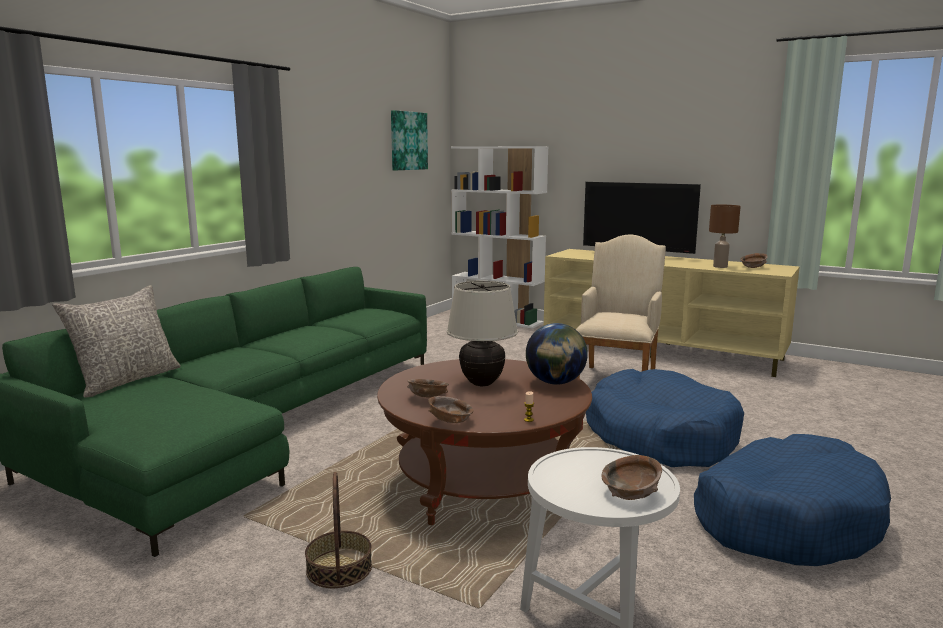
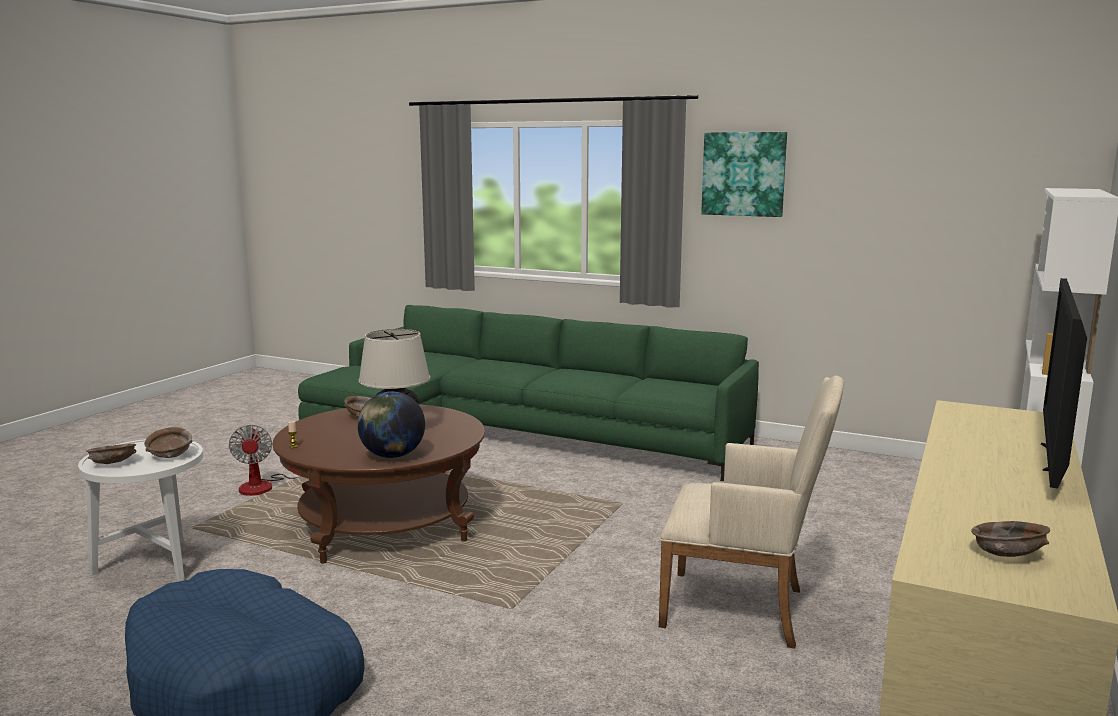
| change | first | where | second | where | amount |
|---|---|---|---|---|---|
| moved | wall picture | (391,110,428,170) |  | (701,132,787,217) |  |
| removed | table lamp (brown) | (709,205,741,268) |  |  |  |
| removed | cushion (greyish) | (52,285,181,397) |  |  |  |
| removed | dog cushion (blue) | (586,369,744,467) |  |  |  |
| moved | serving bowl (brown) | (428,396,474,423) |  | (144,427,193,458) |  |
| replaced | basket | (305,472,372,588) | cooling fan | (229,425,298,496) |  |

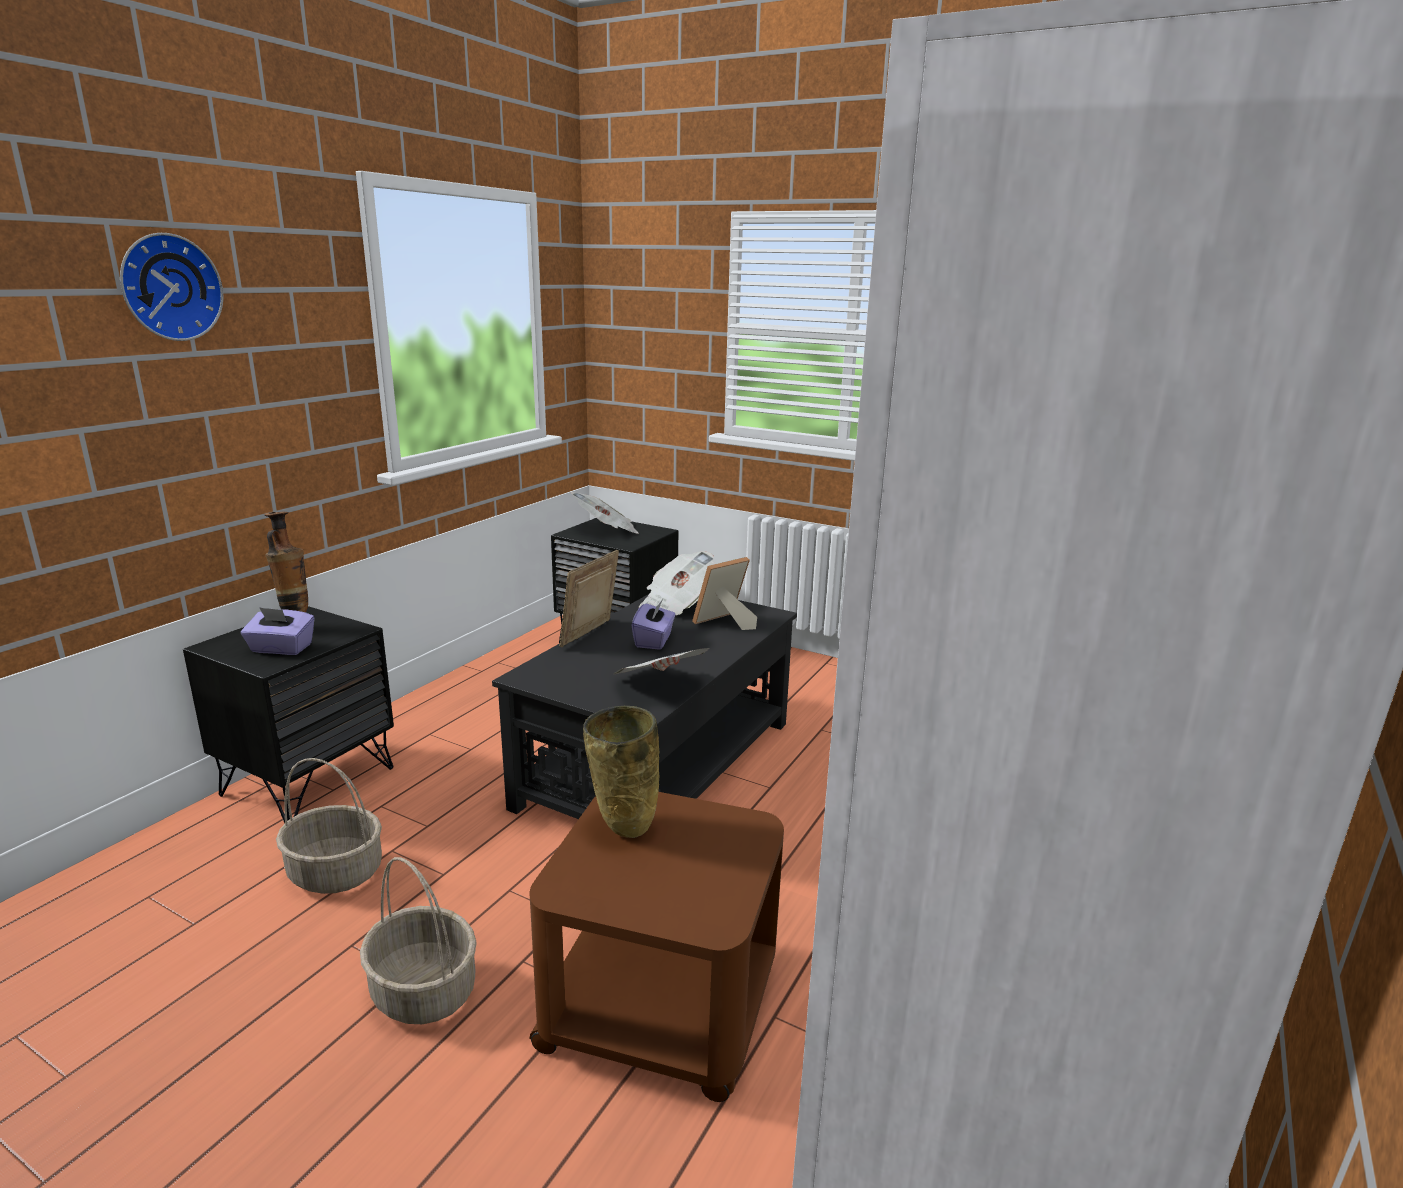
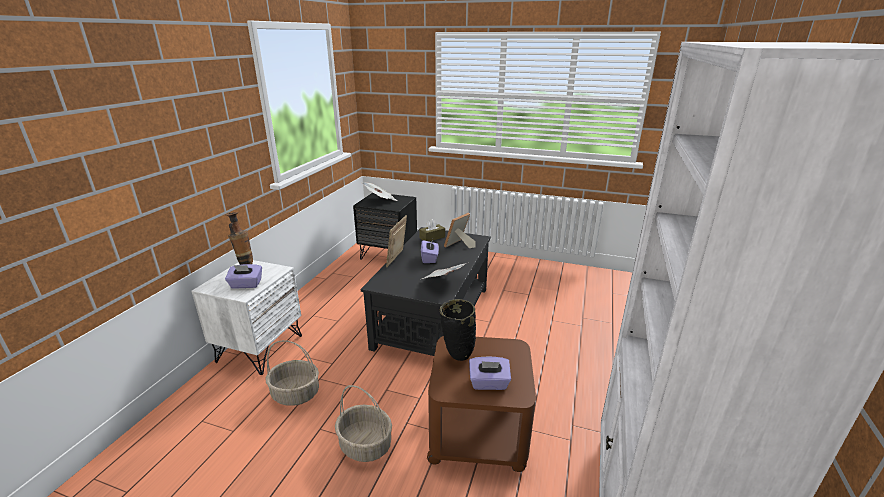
| change | first | where | second | where | amount |
|---|---|---|---|---|---|
| removed | wall clock | (120,233,223,341) |  |  |  |
| replaced | printed paper | (639,551,716,615) | box of tissues (brown) | (419,219,445,241) |  |
| recoloured | nightstand (black) | (183,606,394,823) | nightstand (white-coloured) | (191,260,302,375) |  |
| recoloured | vase (sand-coloured) | (583,706,659,838) | vase (black) | (440,299,476,361) |  |
| added |  |  | box of tissues (purple-coloured) | (469,357,511,390) |  |

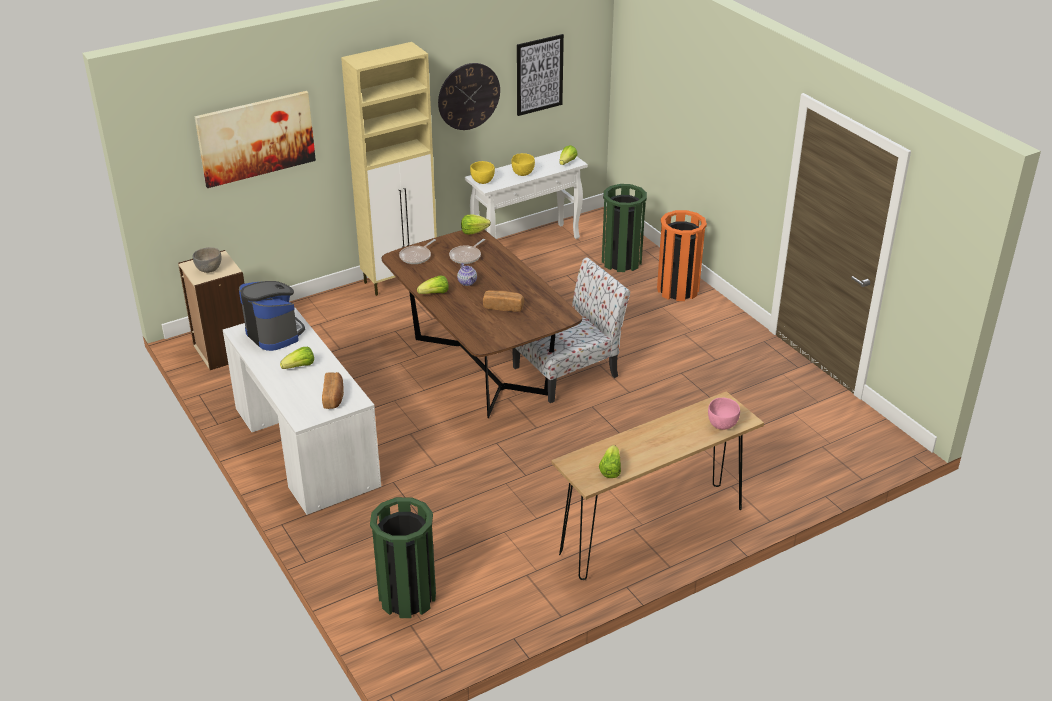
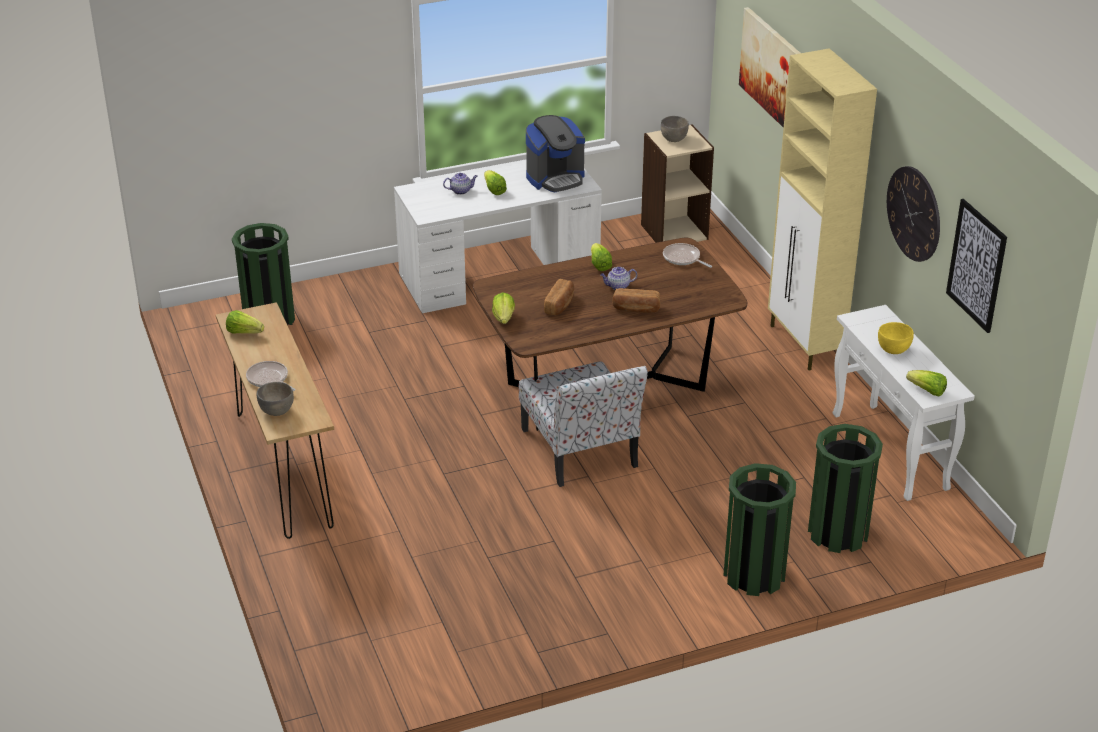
| change | first | where | second | where | amount |
|---|---|---|---|---|---|
| removed | serving bowl (yellow-coloured) | (470,161,495,184) |  |  |  |
| recoloured | waste bin (orange-coloured) | (657,210,707,301) | waste bin (greenish) | (723,463,796,596) |  |
| moved | lettuce | (461,214,491,234) |  | (492,292,515,324) |  |
| moved | pan | (449,239,485,264) |  | (246,361,295,391) |  |
| moved | bakery bread | (322,372,344,409) |  | (612,288,660,313) |  |
| recoloured | serving bowl (pink-coloured) | (708,398,740,430) | serving bowl (greyish) | (257,382,294,416) |  |
| added |  |  | tea pot | (443,173,477,195) |  |

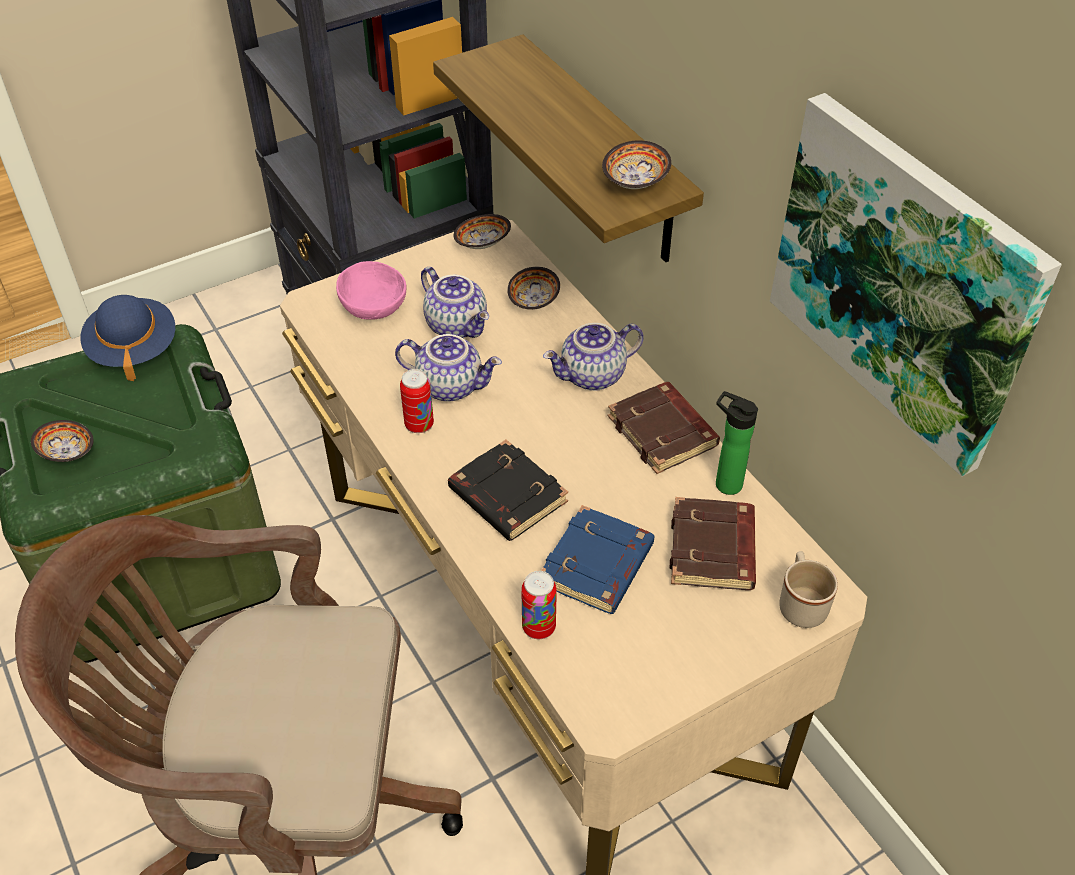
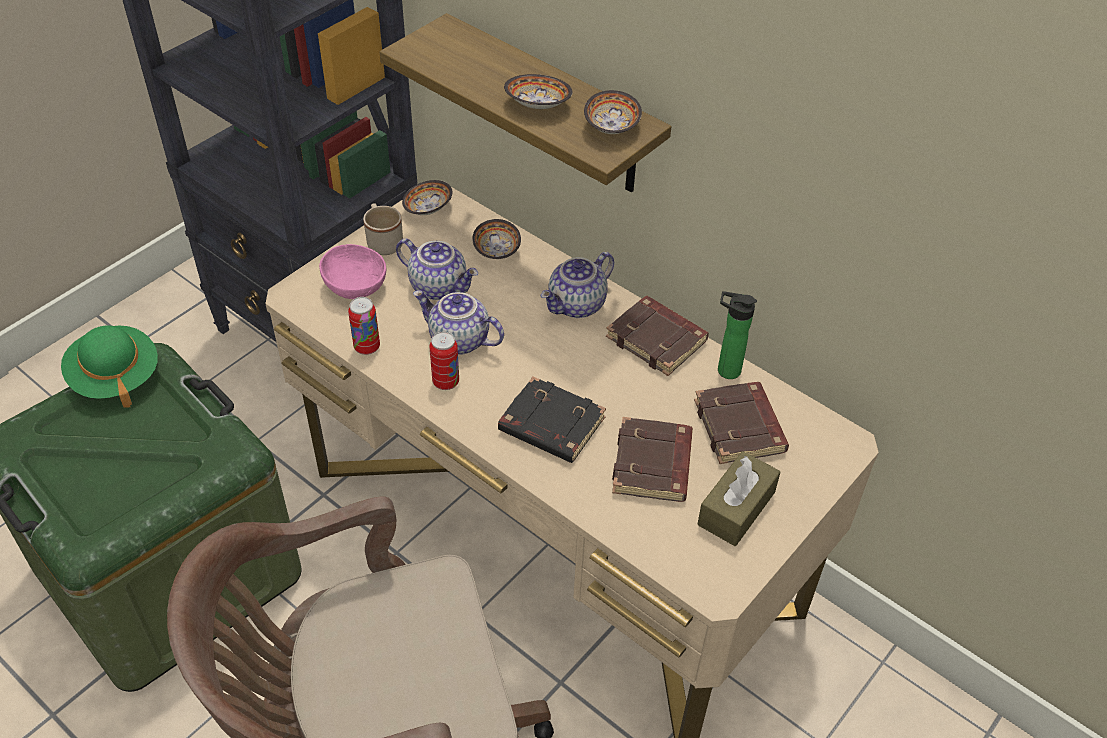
| change | first | where | second | where | amount |
|---|---|---|---|---|---|
| removed | wall picture | (770,93,1062,477) |  |  |  |
| recoloured | clothing hat (blue) | (80,295,175,381) | clothing hat (greenish) | (61,325,158,408) |  |
| turned | tea pot | (395,334,502,402) |  | (413,290,504,355) | 150 degrees counterclockwise |
| moved | serving bowl | (31,420,93,462) |  | (504,74,573,109) |  |
| recoloured | volume (blue) | (541,505,655,614) | volume (brown) | (612,417,693,502) |  |
| moved | coffee mug (sand-coloured) | (779,551,838,628) |  | (363,203,403,255) |  |
| moved | metal can | (521,571,557,639) |  | (348,297,380,355) |  |
| added |  |  | box of tissues (brown) | (698,451,780,546) |  |

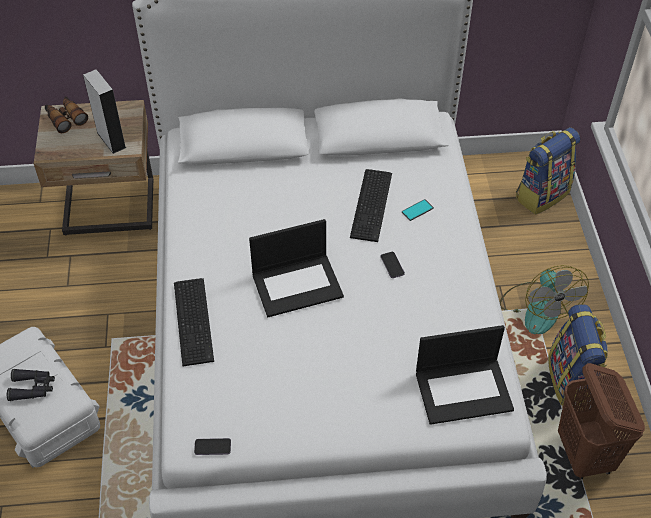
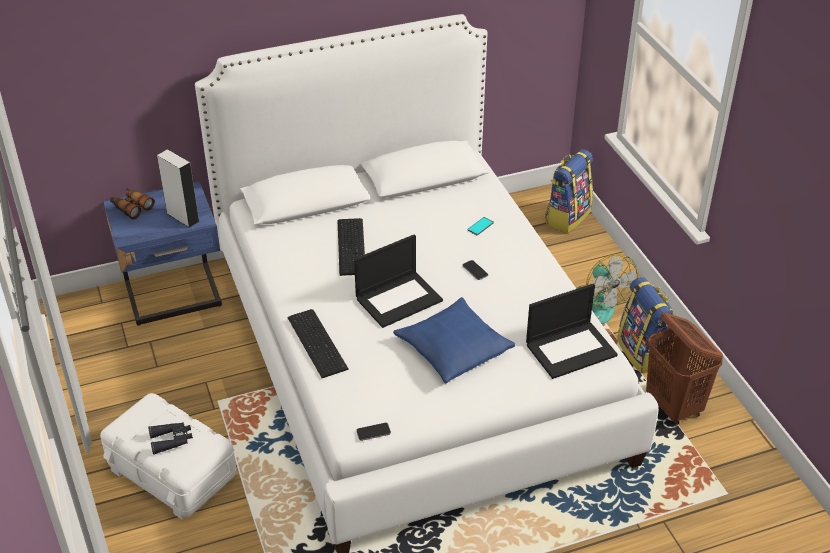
| change | first | where | second | where | amount |
|---|---|---|---|---|---|
| recoloured | nightstand (sand-coloured) | (34,100,153,235) | nightstand (blue) | (103,182,222,326) |  |
| moved | PC keyboard | (350,169,392,242) |  | (337,218,365,276) |  |
| added |  |  | cushion (blue) | (393,297,515,383) |  |

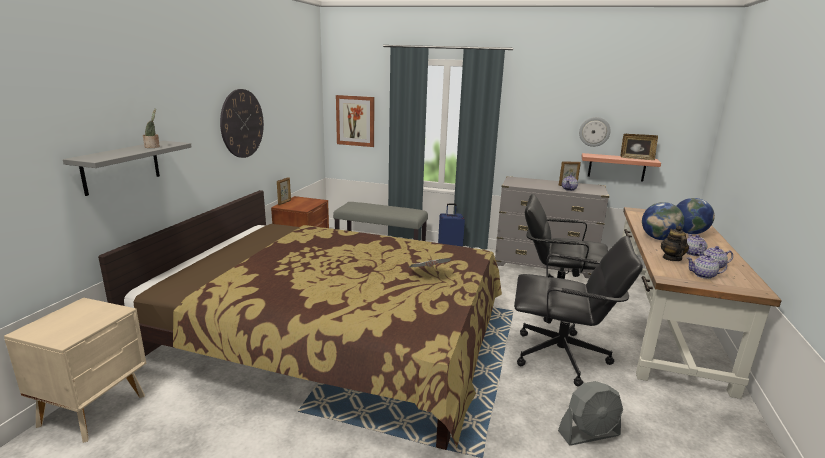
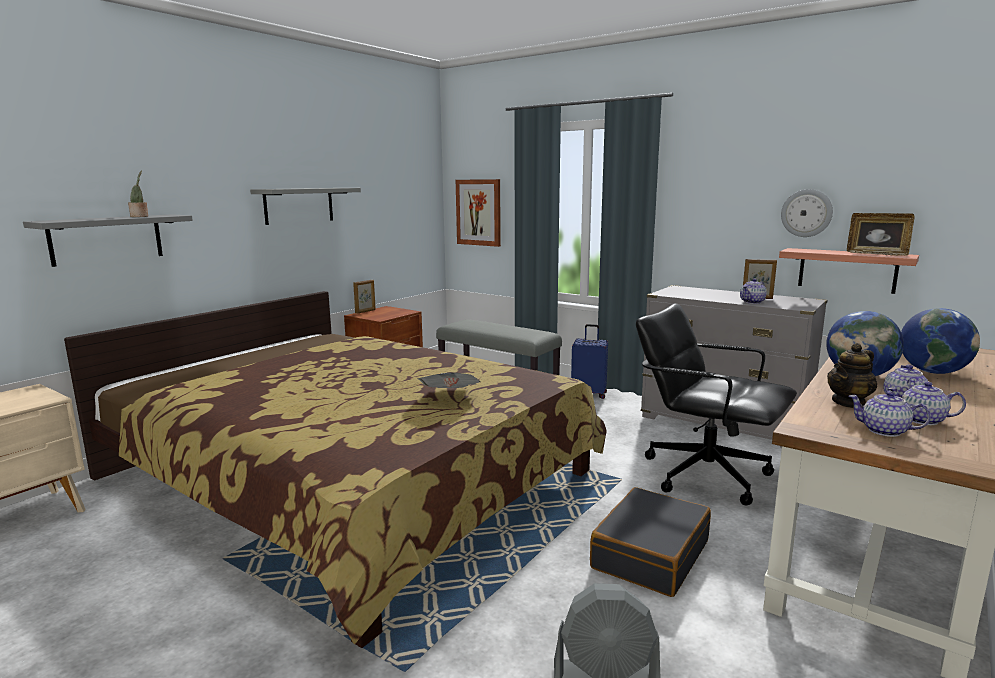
| change | first | where | second | where | amount |
|---|---|---|---|---|---|
| replaced | wall clock | (220,89,264,158) | wall shelf (greyish) | (250,188,361,225) |  |
| turned | tea pot | (661,226,689,261) |  | (827,343,877,408) | 150 degrees counterclockwise |
| replaced | office chair (black) | (514,236,643,387) | travel case (black) | (590,487,711,597) |  |

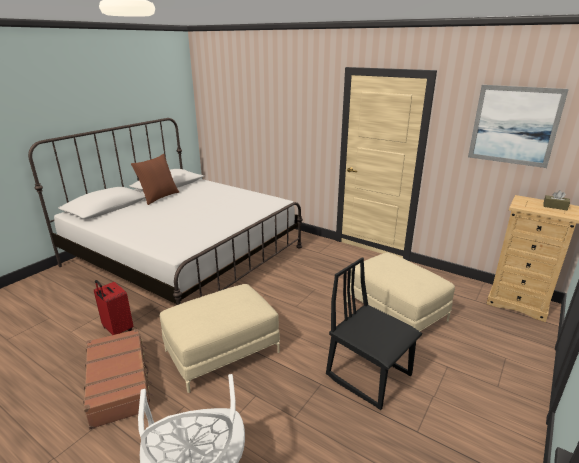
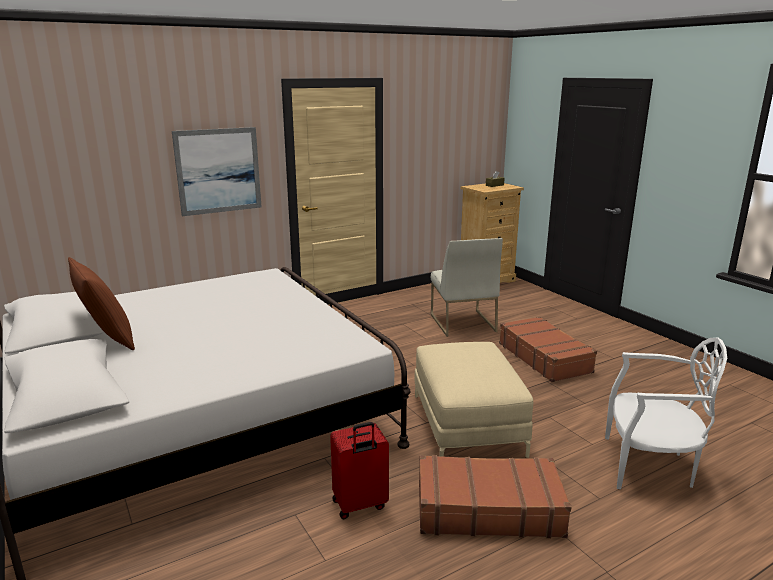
| change | first | where | second | where | amount |
|---|---|---|---|---|---|
| moved | wall picture | (468,85,569,168) |  | (172,127,261,216) |  |
| replaced | ottoman (sand-coloured) | (347,252,455,331) | plain chair (white-coloured) | (431,238,503,337) |  |
| replaced | plain chair (black) | (326,257,422,410) | travel case (brown) | (499,316,597,382) |  |

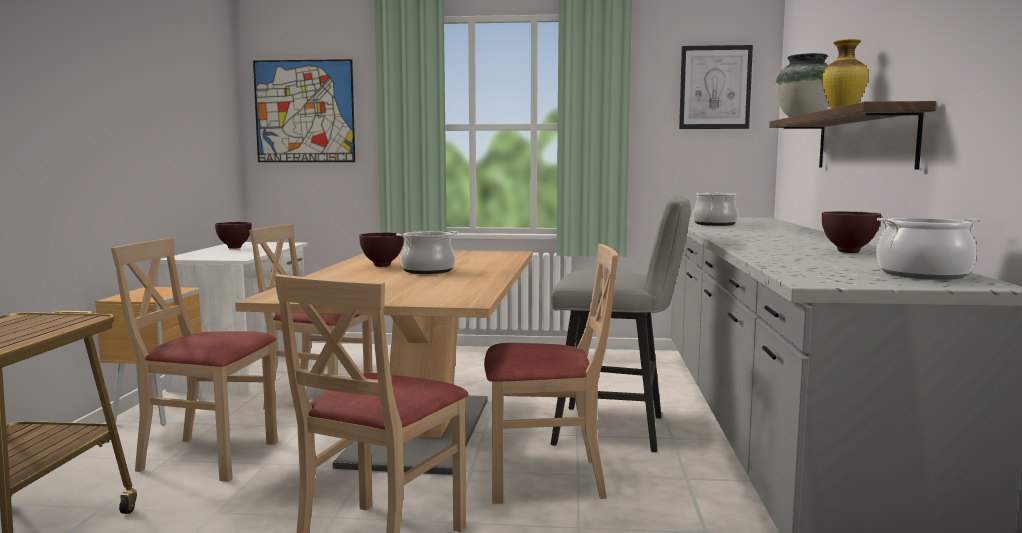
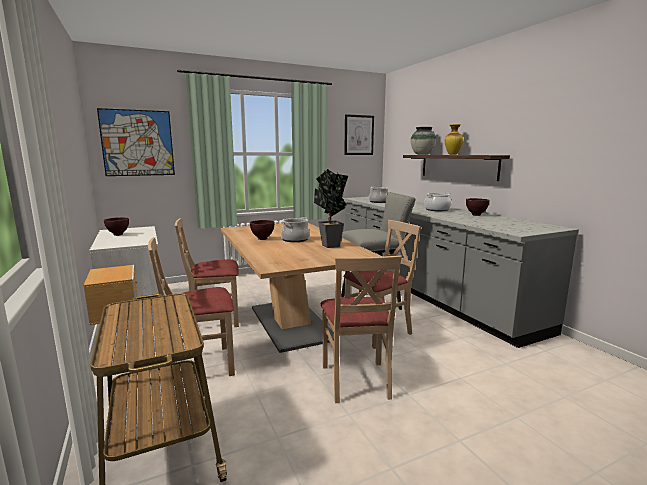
| change | first | where | second | where | amount |
|---|---|---|---|---|---|
| moved | saucepot | (876,218,980,280) |  | (424,193,451,211) |  |
| added |  |  | plant in a pot | (314,169,348,248) |  |

